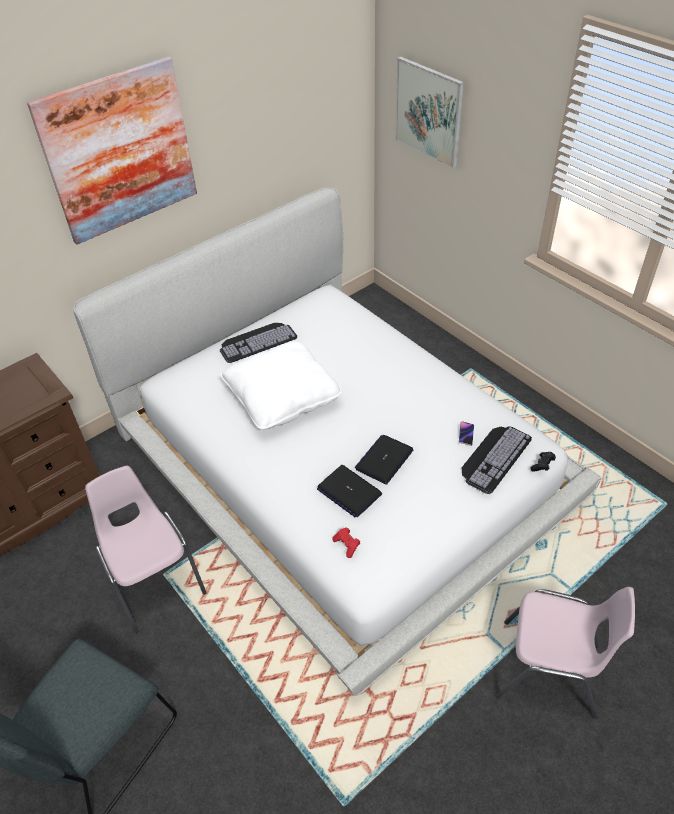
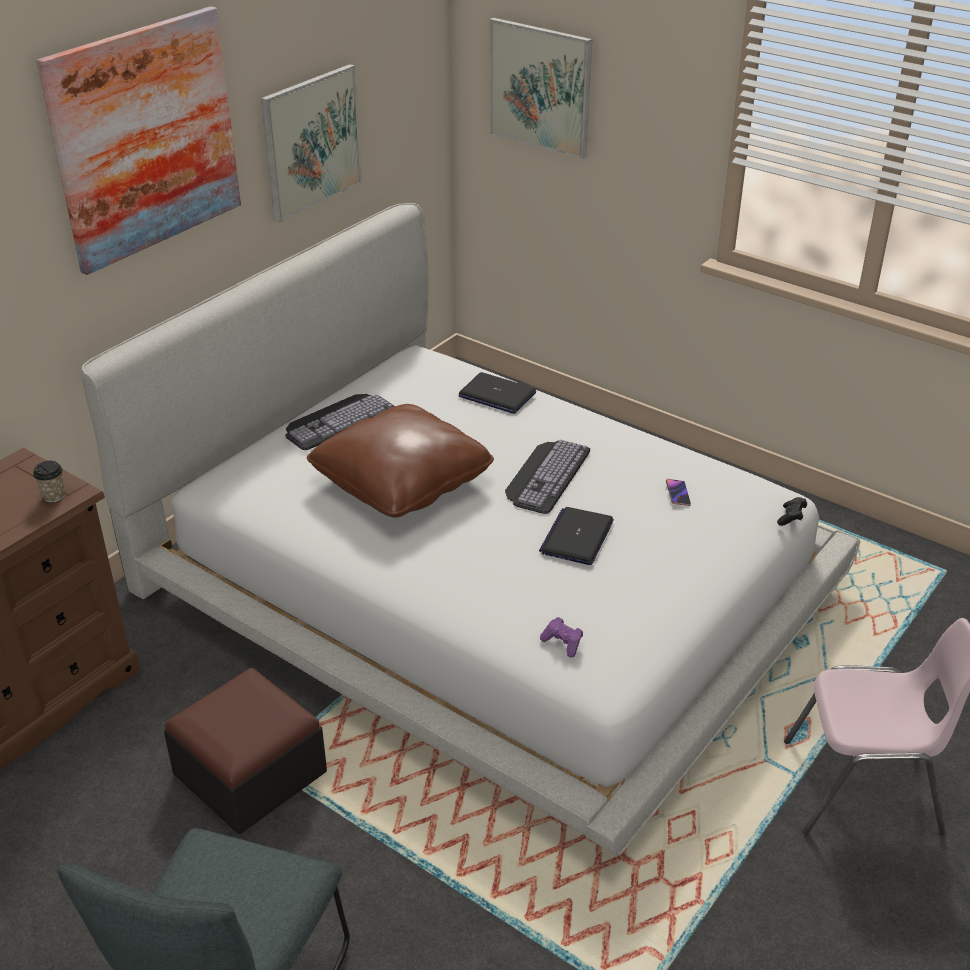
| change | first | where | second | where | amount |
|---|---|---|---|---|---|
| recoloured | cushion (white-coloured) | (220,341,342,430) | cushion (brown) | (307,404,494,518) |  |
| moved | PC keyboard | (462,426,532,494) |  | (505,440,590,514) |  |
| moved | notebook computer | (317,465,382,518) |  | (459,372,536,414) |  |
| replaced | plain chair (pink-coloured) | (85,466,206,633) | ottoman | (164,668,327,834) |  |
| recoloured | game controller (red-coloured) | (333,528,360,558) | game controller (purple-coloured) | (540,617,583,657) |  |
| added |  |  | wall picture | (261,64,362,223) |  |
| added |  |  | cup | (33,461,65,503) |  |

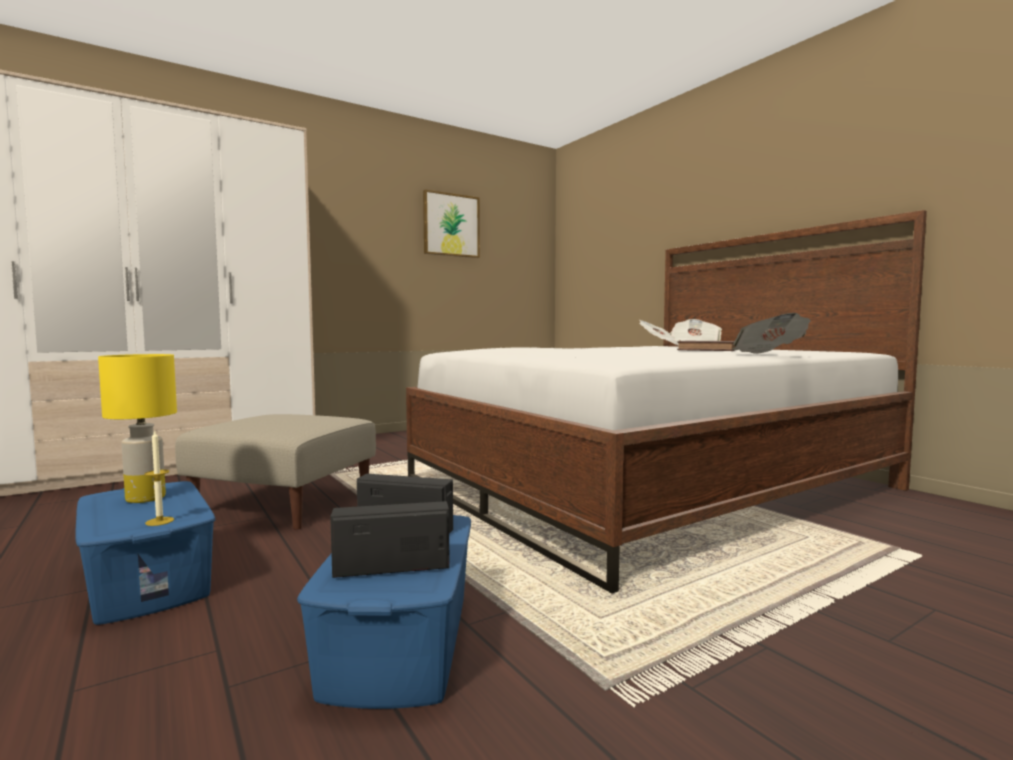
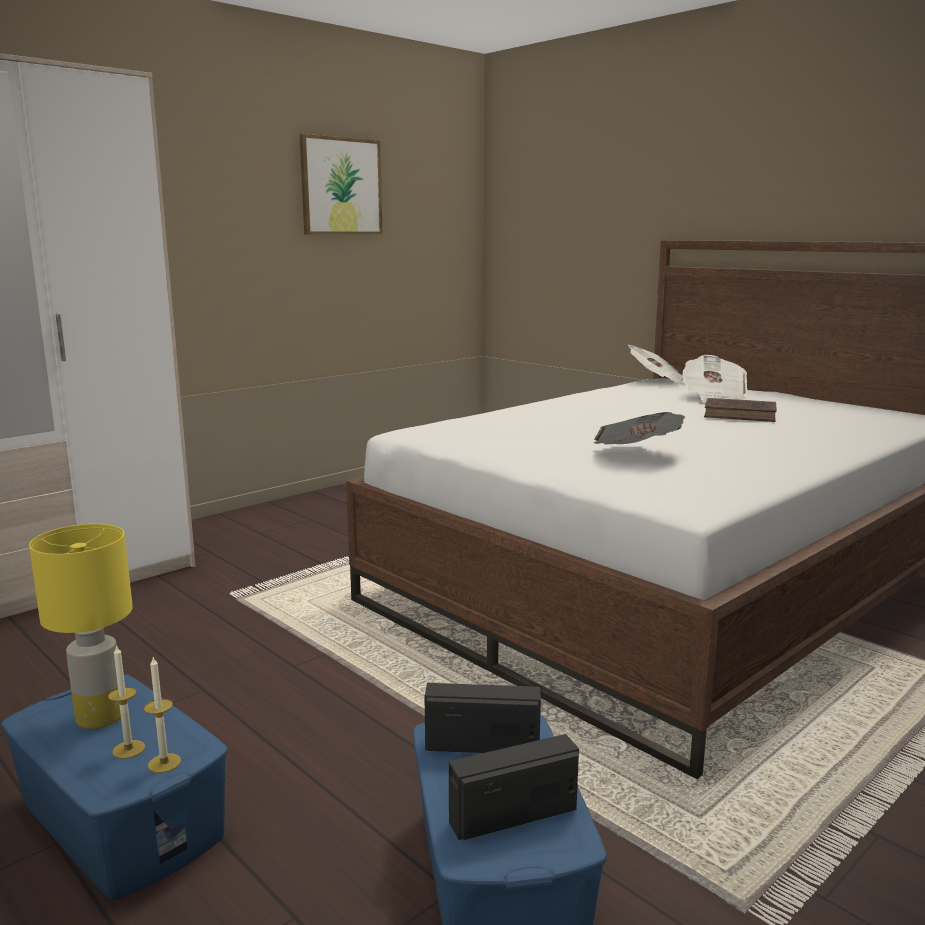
| change | first | where | second | where | amount |
|---|---|---|---|---|---|
| moved | printed paper | (732,313,811,354) |  | (594,412,685,444) |  |
| removed | ottoman (sand-coloured) | (175,414,376,530) |  |  |  |
| added |  |  | candle | (108,645,145,759) |  |

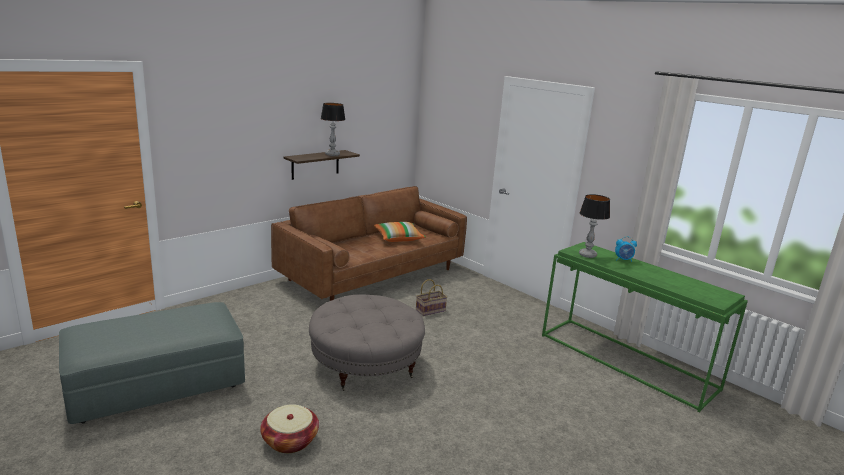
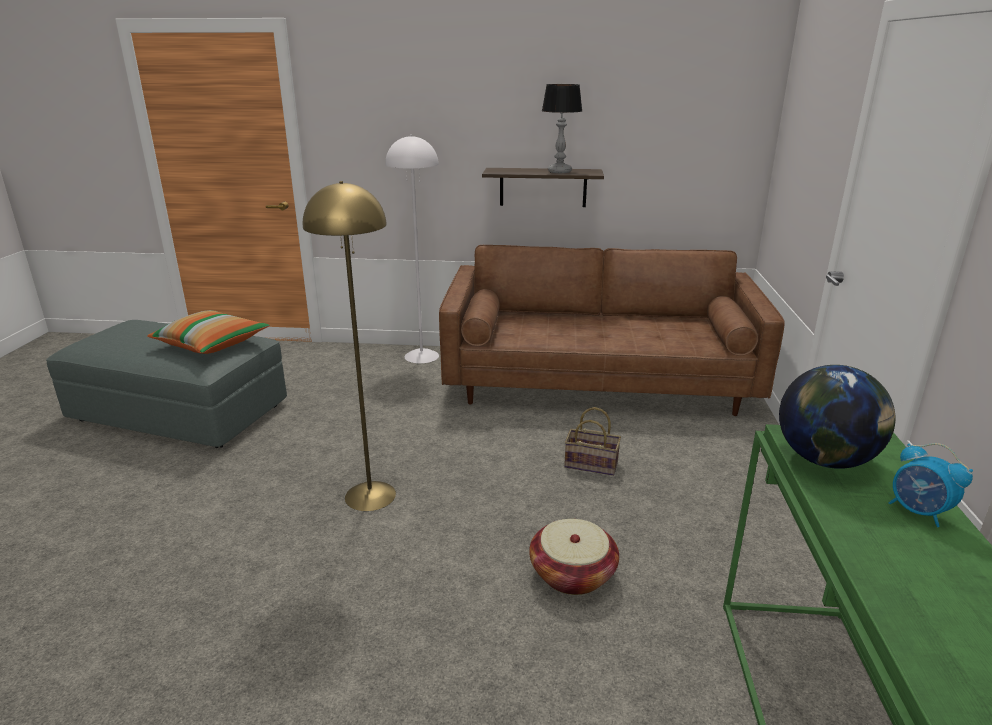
| change | first | where | second | where | amount |
|---|---|---|---|---|---|
| replaced | table lamp | (579,194,610,258) | world globe | (779,365,895,469) |  |
| moved | cushion | (374,222,426,242) |  | (147,310,269,354) |  |
| replaced | ottoman (greyish) | (309,295,425,391) | standing lamp (yellow-coloured) | (303,181,396,511) |  |
| moved | basket | (260,404,319,453) |  | (529,519,619,595) |  |
| added |  |  | standing lamp (white-coloured) | (385,135,439,364) |  |

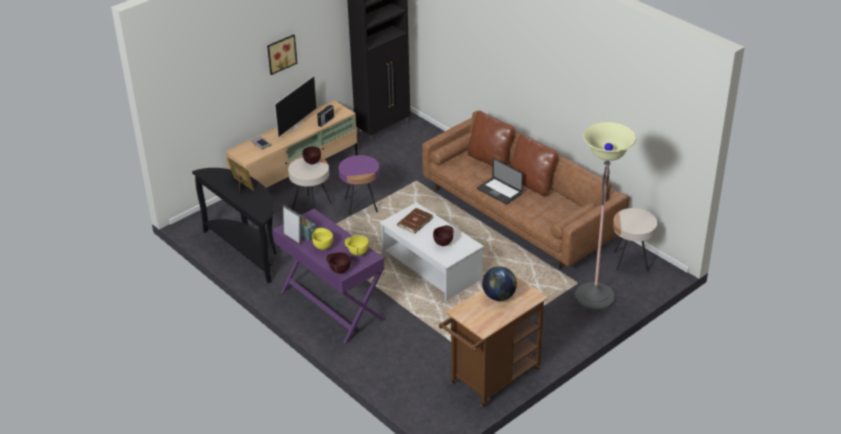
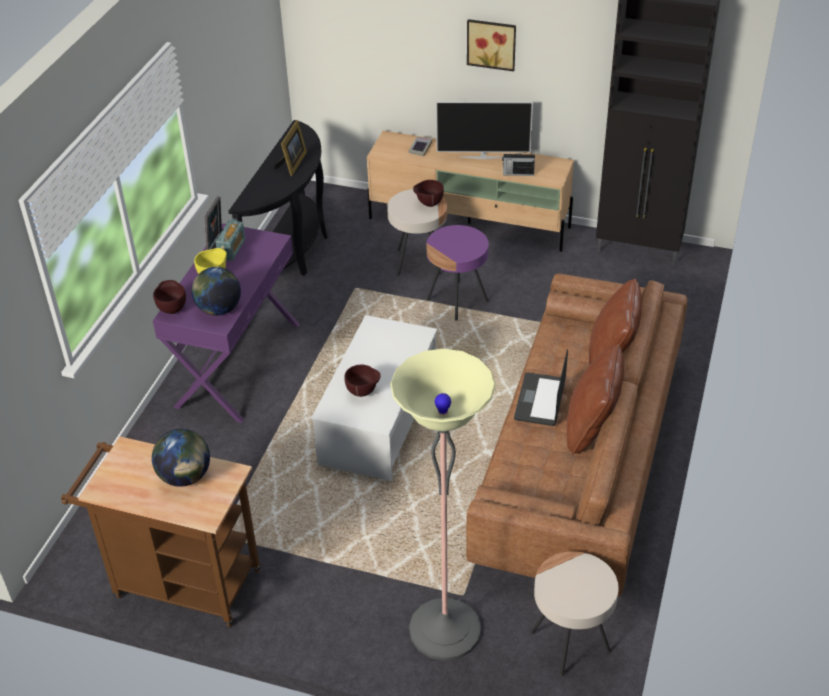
| change | first | where | second | where | amount |
|---|---|---|---|---|---|
| removed | volume (brown) | (397,208,433,234) |  |  |  |
| replaced | serving bowl (yellow-coloured) | (345,235,369,256) | world globe | (192,267,241,316) |  |

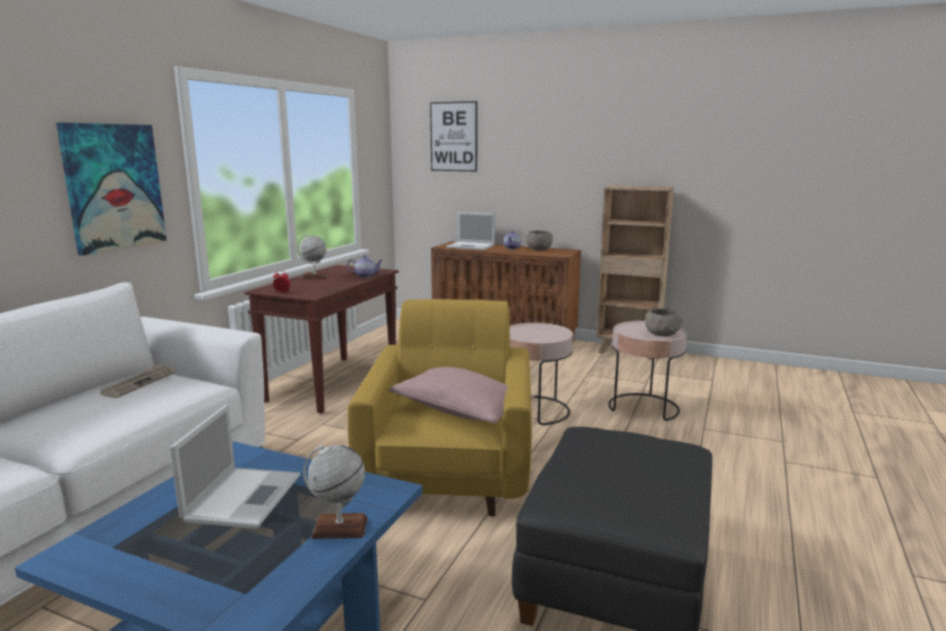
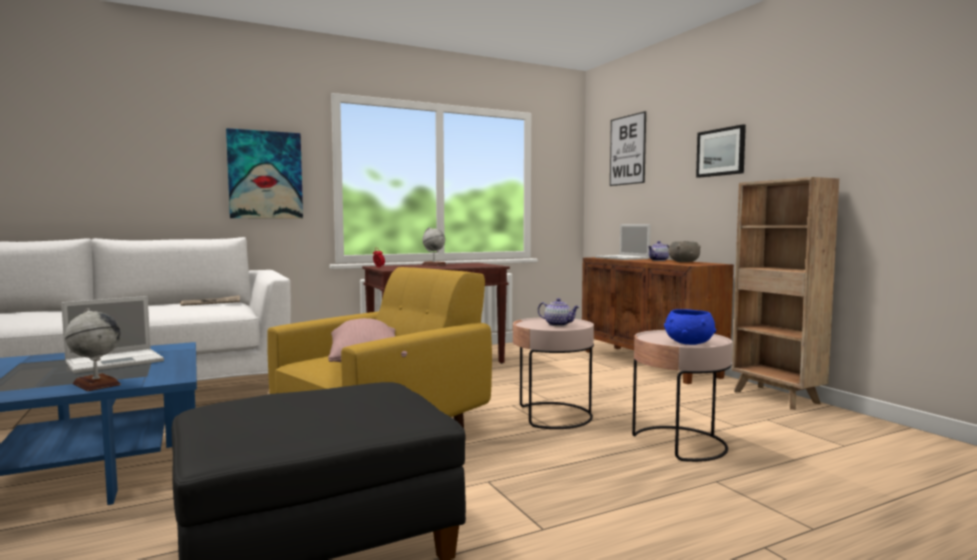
| change | first | where | second | where | amount |
|---|---|---|---|---|---|
| moved | tea pot | (347,255,383,278) |  | (538,298,579,326) |  |
| recoloured | serving bowl (greyish) | (645,308,682,336) | serving bowl (blue) | (664,309,716,345) |  |
| added |  |  | wall picture | (696,124,746,178) |  |

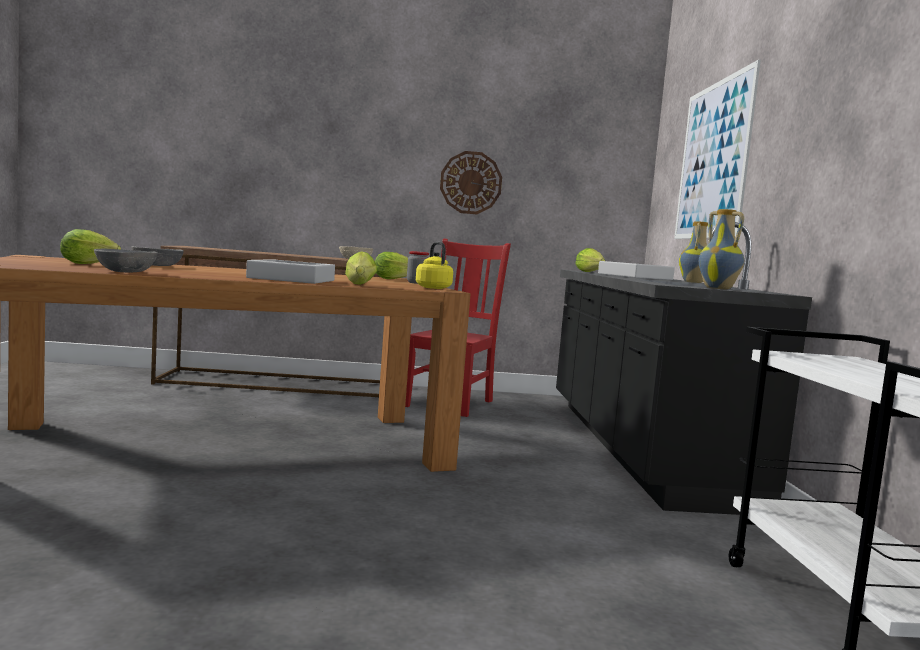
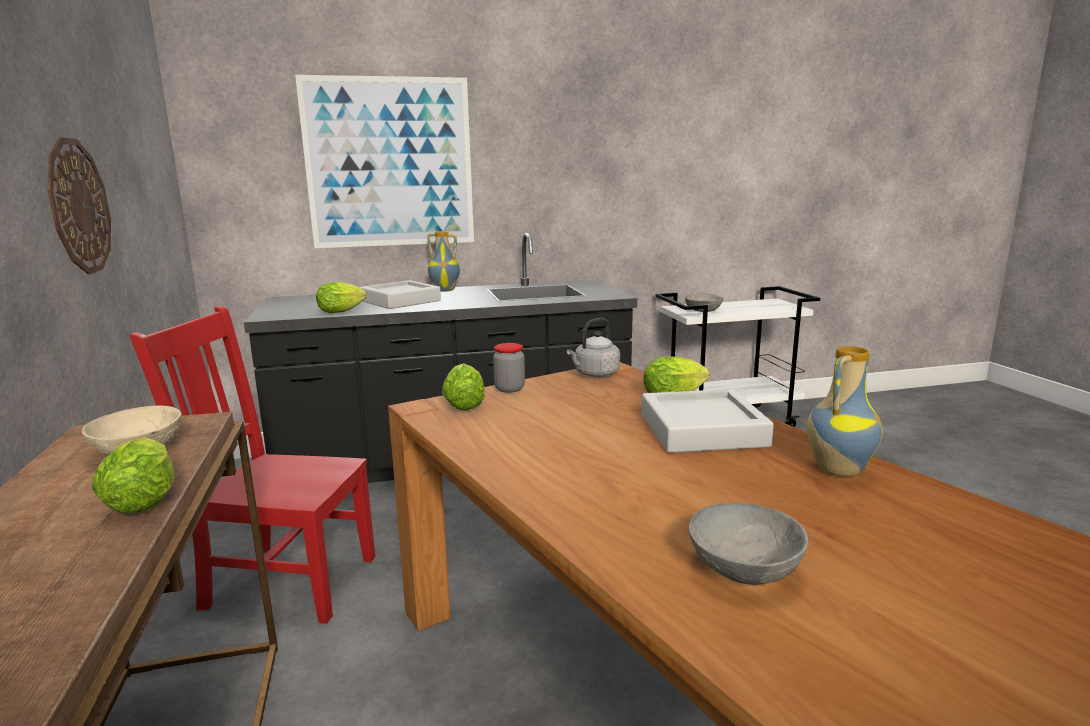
| change | first | where | second | where | amount |
|---|---|---|---|---|---|
| moved | vase | (699,209,744,289) |  | (807,346,883,477) |  |
| moved | lettuce | (60,229,121,264) |  | (92,437,175,513) |  |
| recoloured | tea kettle (yellow-coloured) | (416,242,453,289) | tea kettle (greyish) | (567,318,620,377) |  |
| moved | serving bowl (greyish) | (94,249,158,272) |  | (685,294,723,312) |  |

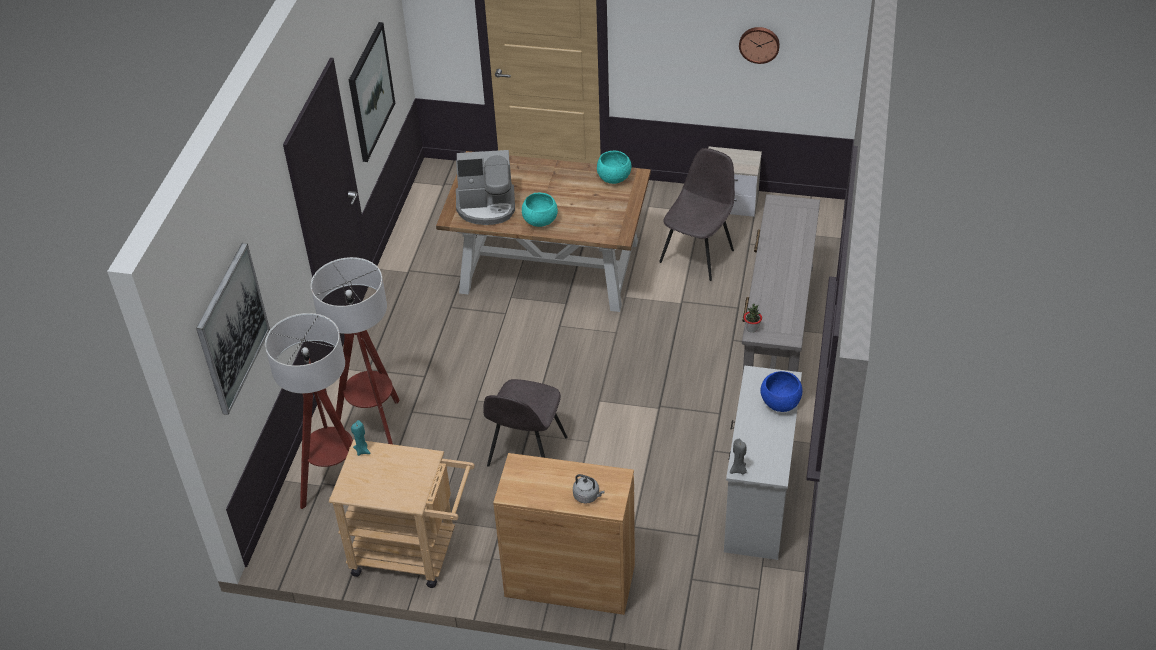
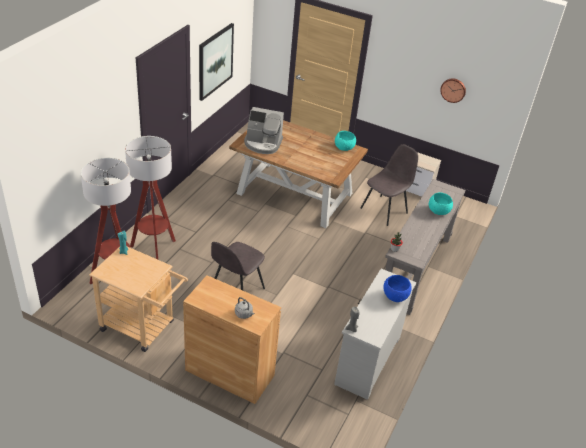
| change | first | where | second | where | amount |
|---|---|---|---|---|---|
| moved | serving bowl (turquoise) | (522,193,558,227) |  | (429,192,453,215) |  |
| removed | wall picture | (196,243,270,415) |  |  |  |

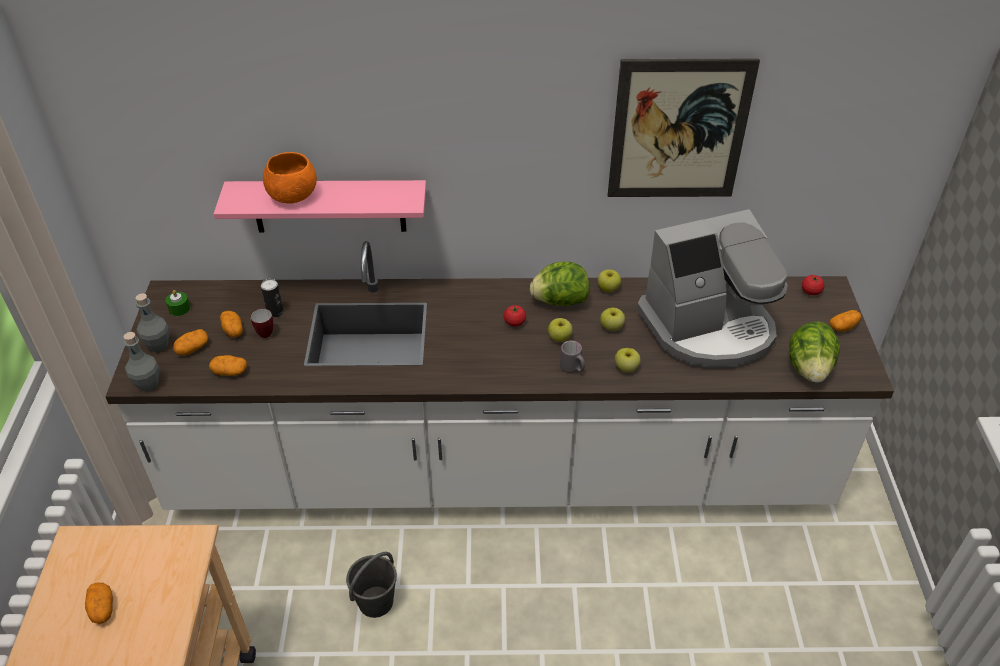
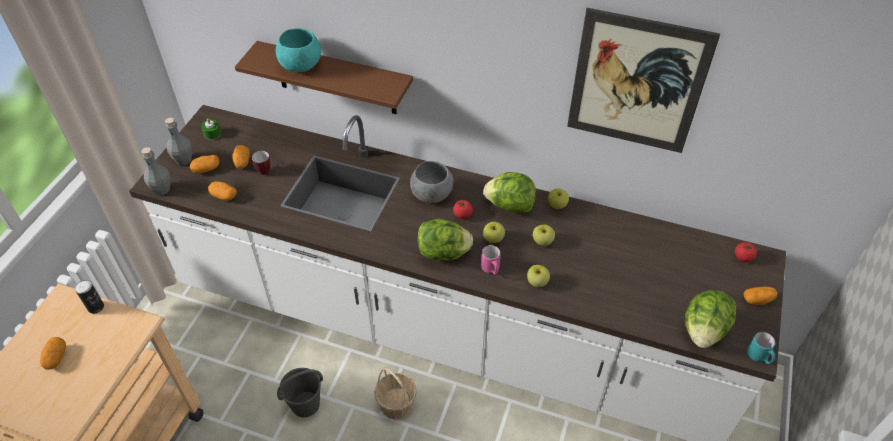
| change | first | where | second | where | amount |
|---|---|---|---|---|---|
| recoloured | serving bowl (orange-coloured) | (263,152,317,204) | serving bowl (turquoise) | (276,28,321,72) |  |
| recoloured | wall shelf (pink-coloured) | (214,180,426,232) | wall shelf (brown) | (235,41,413,114) |  |
| removed | coffee brewer | (637,209,788,368) |  |  |  |
| moved | metal can | (261,279,284,318) |  | (75,280,104,314) |  |
| recoloured | coffee mug (greyish) | (560,341,585,373) | coffee mug (pink-coloured) | (481,245,501,275) |  |
| added |  |  | serving bowl (greyish) | (410,161,453,203) |  |
| added |  |  | lettuce | (417,219,473,260) |  |
| added |  |  | coffee mug (turquoise) | (747,332,775,364) |  |
| added |  |  | basket | (374,367,417,420) |  |

